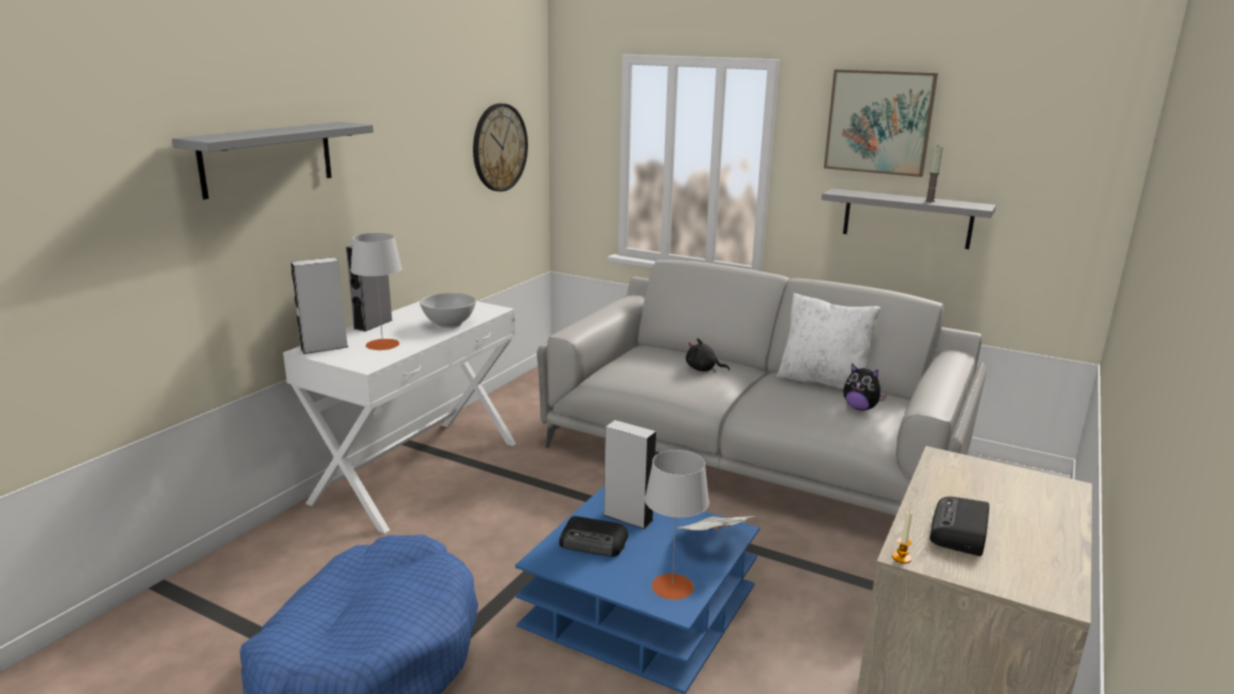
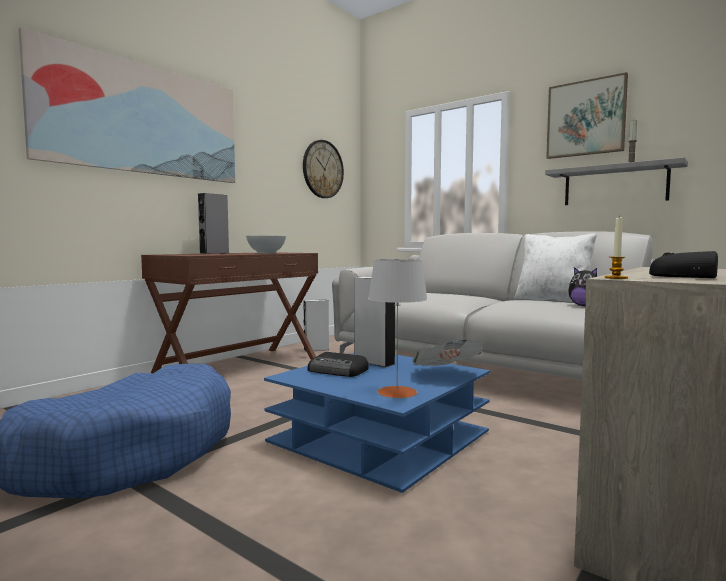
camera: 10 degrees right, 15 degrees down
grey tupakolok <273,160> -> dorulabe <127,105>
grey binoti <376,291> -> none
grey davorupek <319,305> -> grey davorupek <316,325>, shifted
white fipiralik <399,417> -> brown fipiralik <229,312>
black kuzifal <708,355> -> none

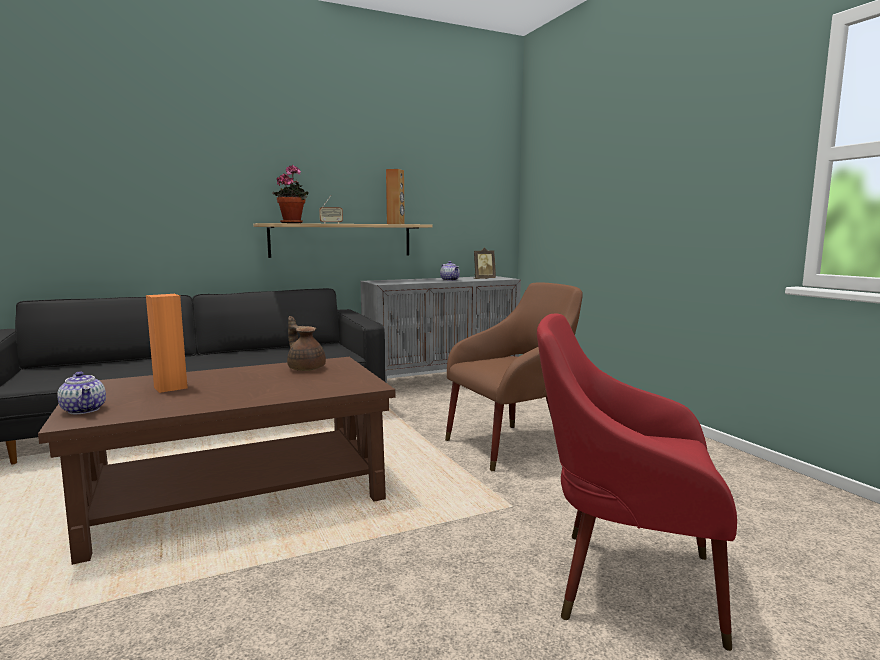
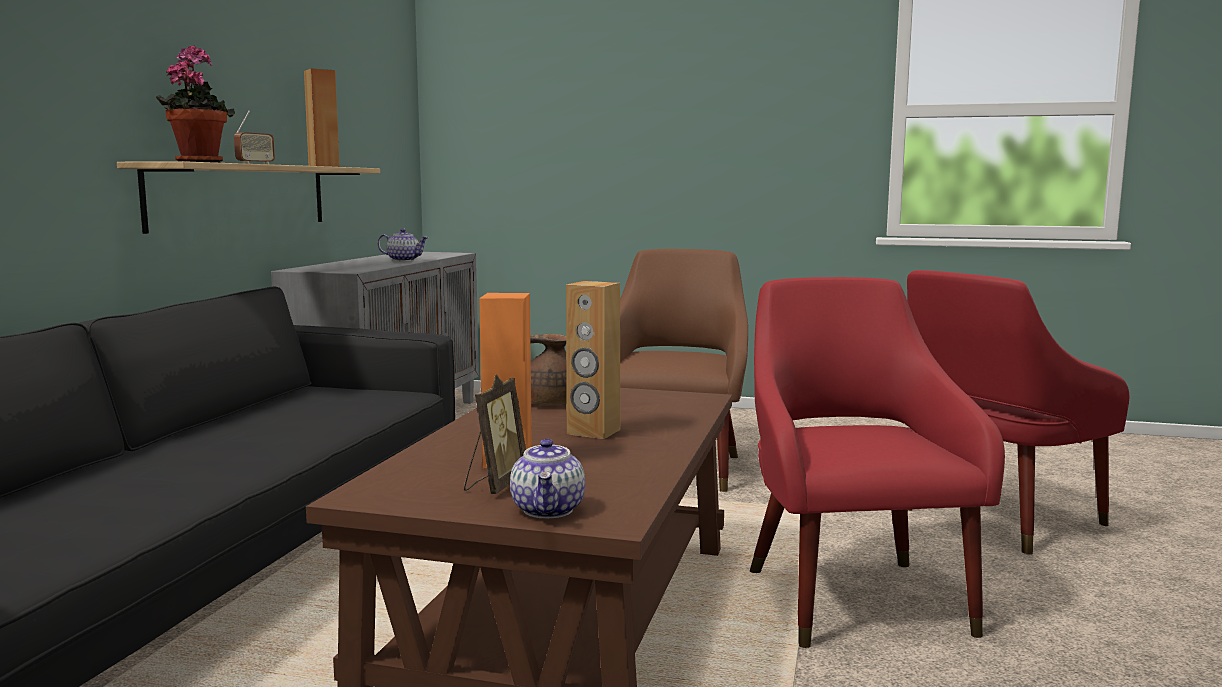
camera: 50 degrees left, 0 degrees up
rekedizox <485,263> -> rekedizox <495,434>, shifted
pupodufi <81,392> -> pupodufi <547,478>, 90 degrees clockwise
none -> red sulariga <877,462>
none -> brown davorupek <593,360>

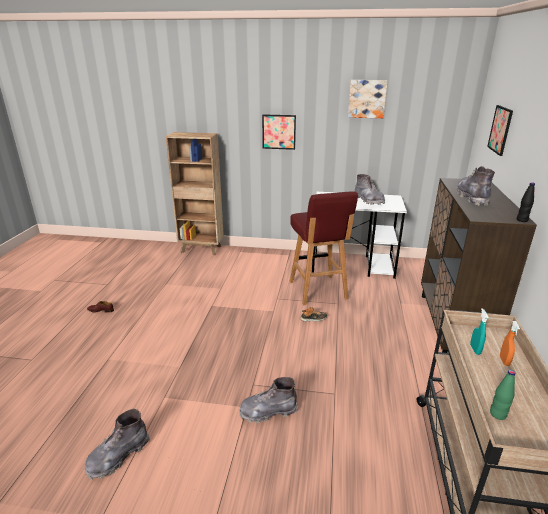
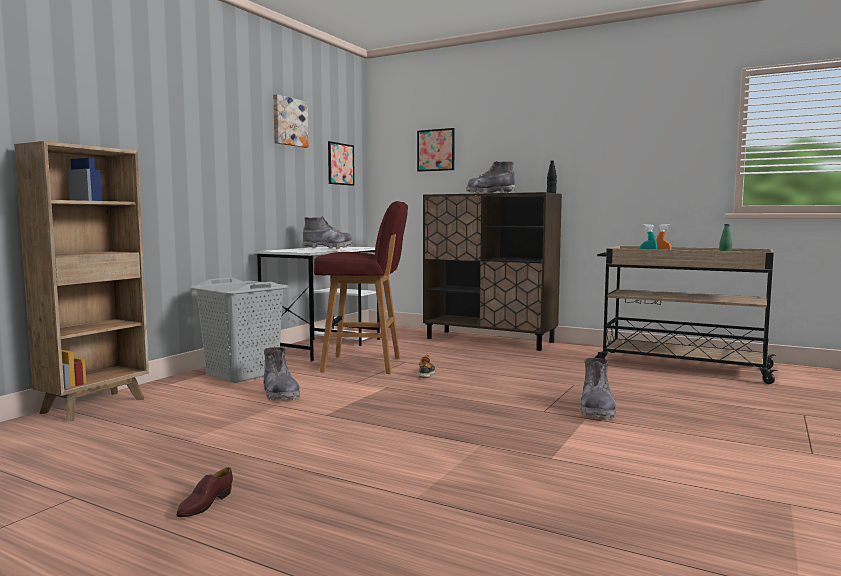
camera: 70 degrees left, 20 degrees down
dorulabe <279,132> -> dorulabe <341,163>, shifted
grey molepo <117,444> -> grey molepo <281,374>, shifted
none -> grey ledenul <239,330>

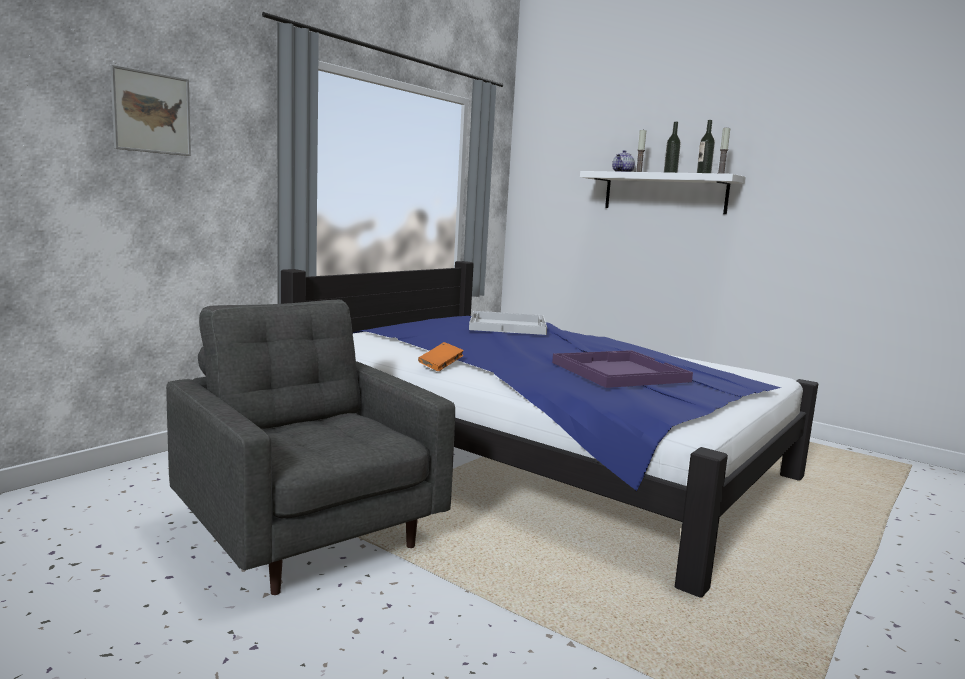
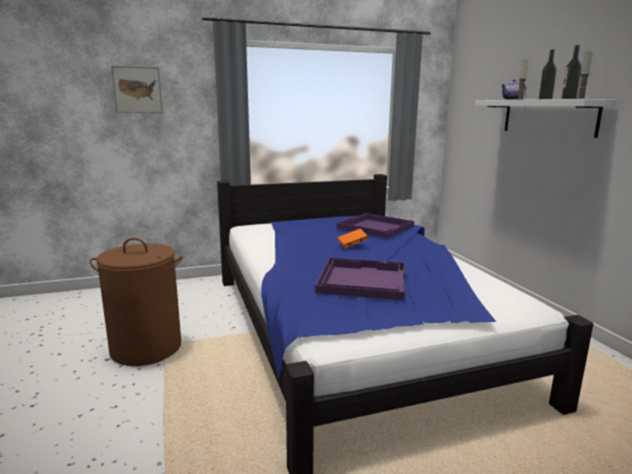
camera: 35 degrees right, 5 degrees up
grey sulariga <310,447> -> brown ledenul <136,302>
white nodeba <508,323> -> purple nodeba <375,226>
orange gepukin <441,356> -> orange gepukin <352,238>, shifted

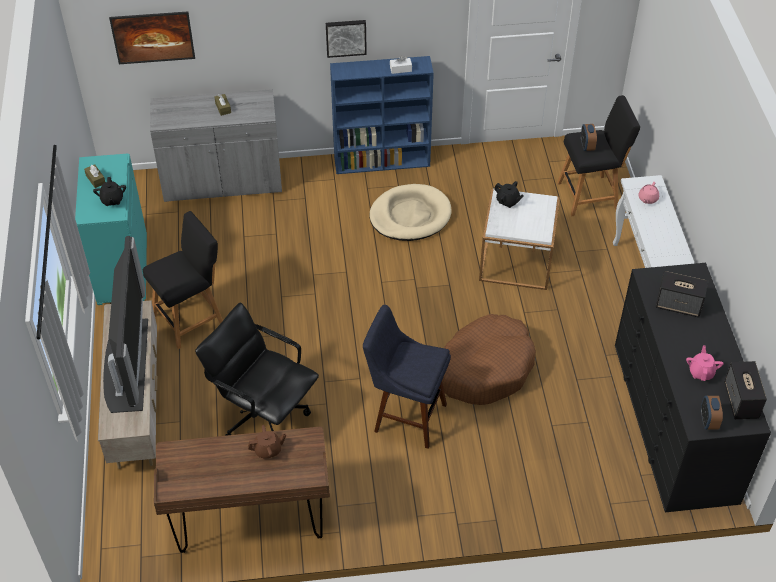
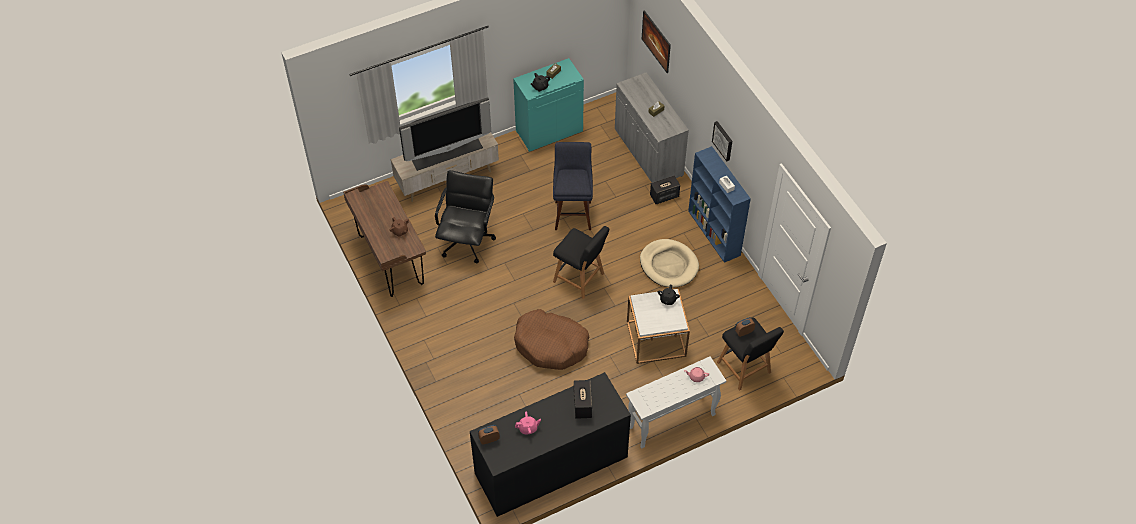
camera: 70 degrees right, 5 degrees up
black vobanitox <183,280> -> black vobanitox <581,262>, shifted
blue vobanitox <407,377> -> blue vobanitox <573,186>, shifted
davorupek <745,390> -> davorupek <665,190>, shifted

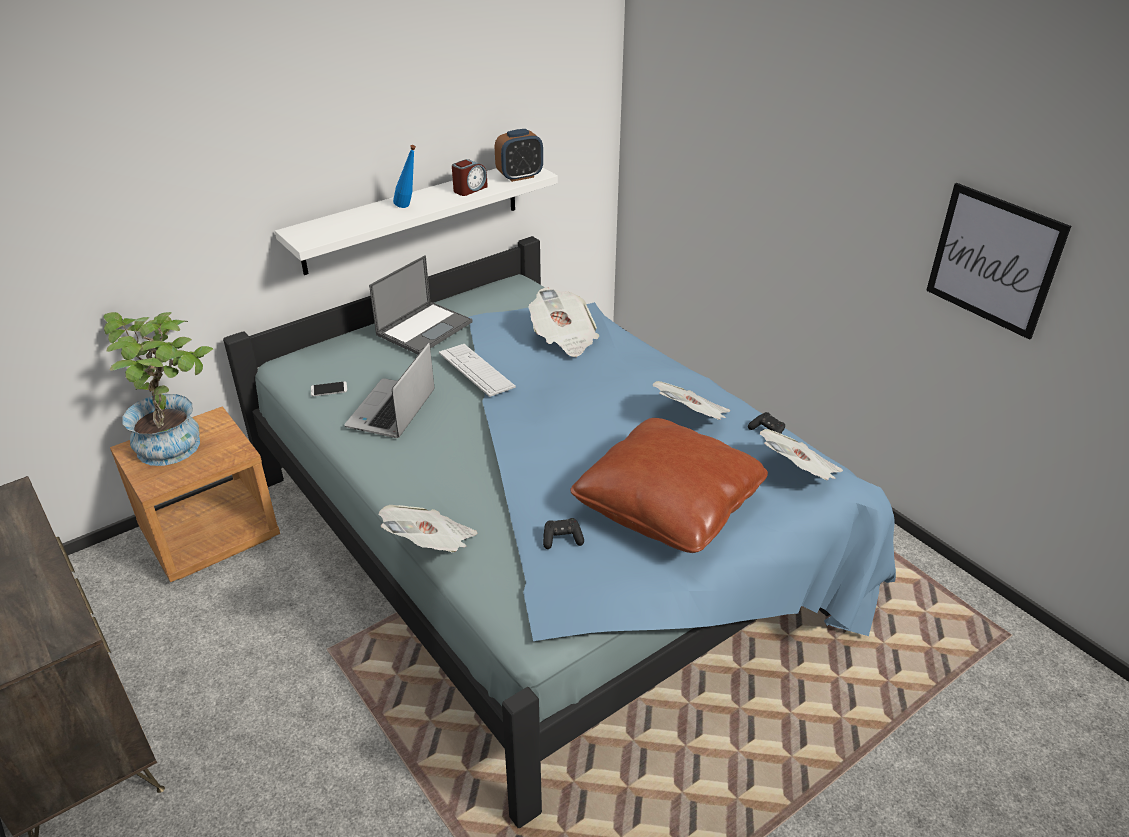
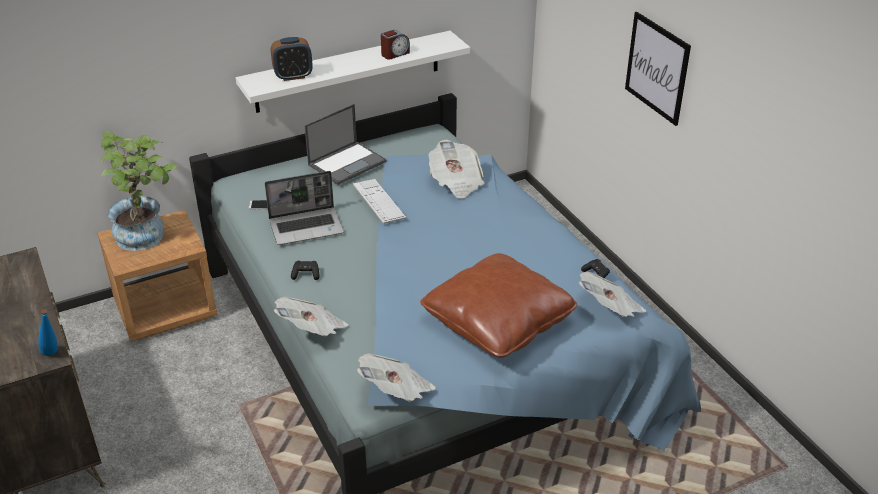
camera: 10 degrees right, 0 degrees up
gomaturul <519,155> -> gomaturul <292,59>, shifted
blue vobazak <404,176> -> blue vobazak <48,332>, shifted
dorulabe <998,261> -> dorulabe <658,69>, shifted
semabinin <389,390> -> semabinin <304,208>, 135 degrees counterclockwise
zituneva <692,400> -> zituneva <396,377>, shifted
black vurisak <563,533> -> black vurisak <305,270>, shifted

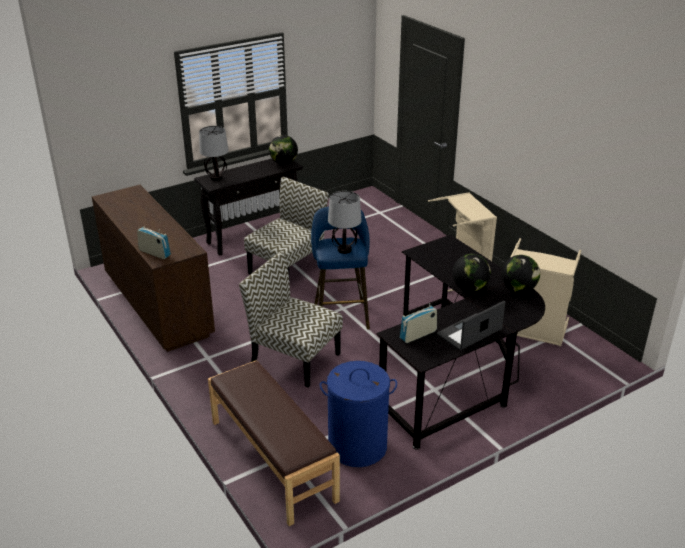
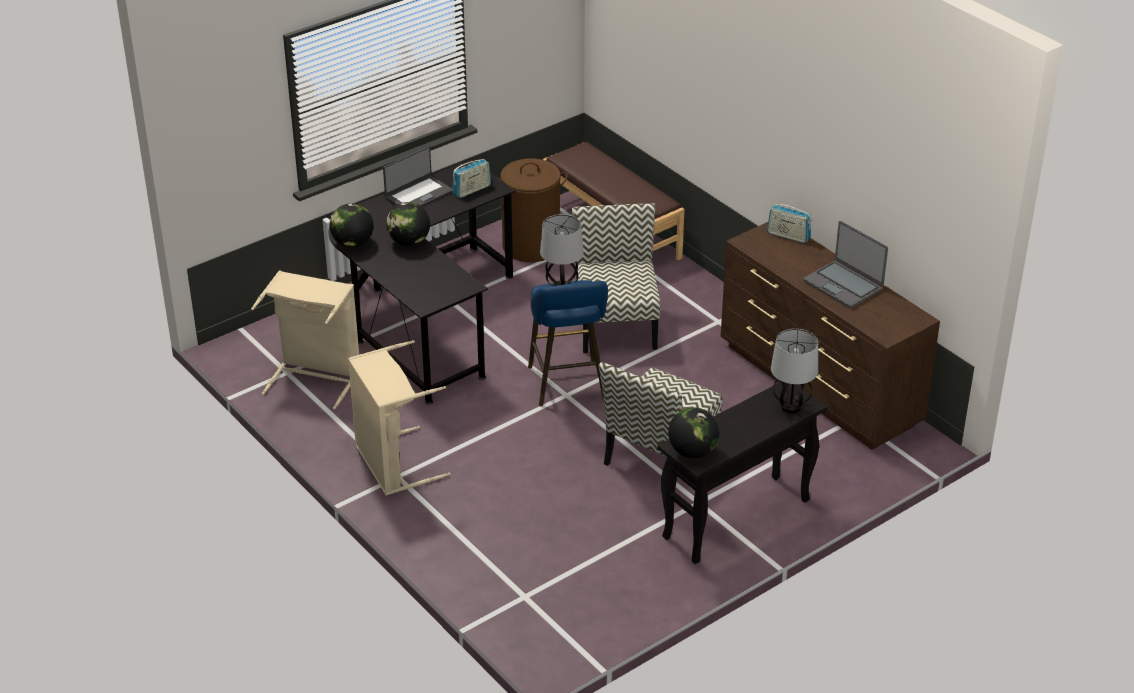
camera: 175 degrees right, 5 degrees up
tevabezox <291,320> -> tevabezox <616,278>, 120 degrees counterclockwise
blue ledenul <358,414> -> brown ledenul <533,210>
none -> semabinin <845,264>

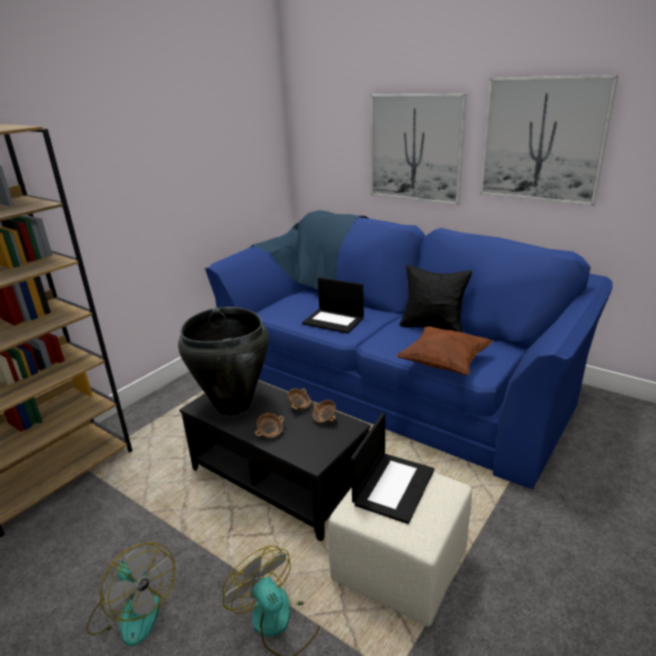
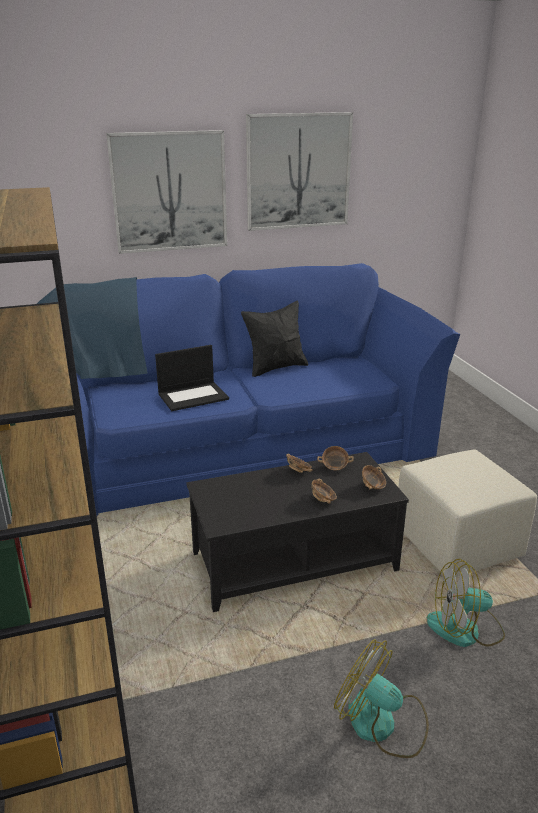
camera: 55 degrees left, 0 degrees up
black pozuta <223,361> -> none
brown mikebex <444,351> -> none
semabinin <392,468> -> none
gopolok <130,594> -> gopolok <381,698>, 135 degrees counterclockwise
none -> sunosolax <374,477>

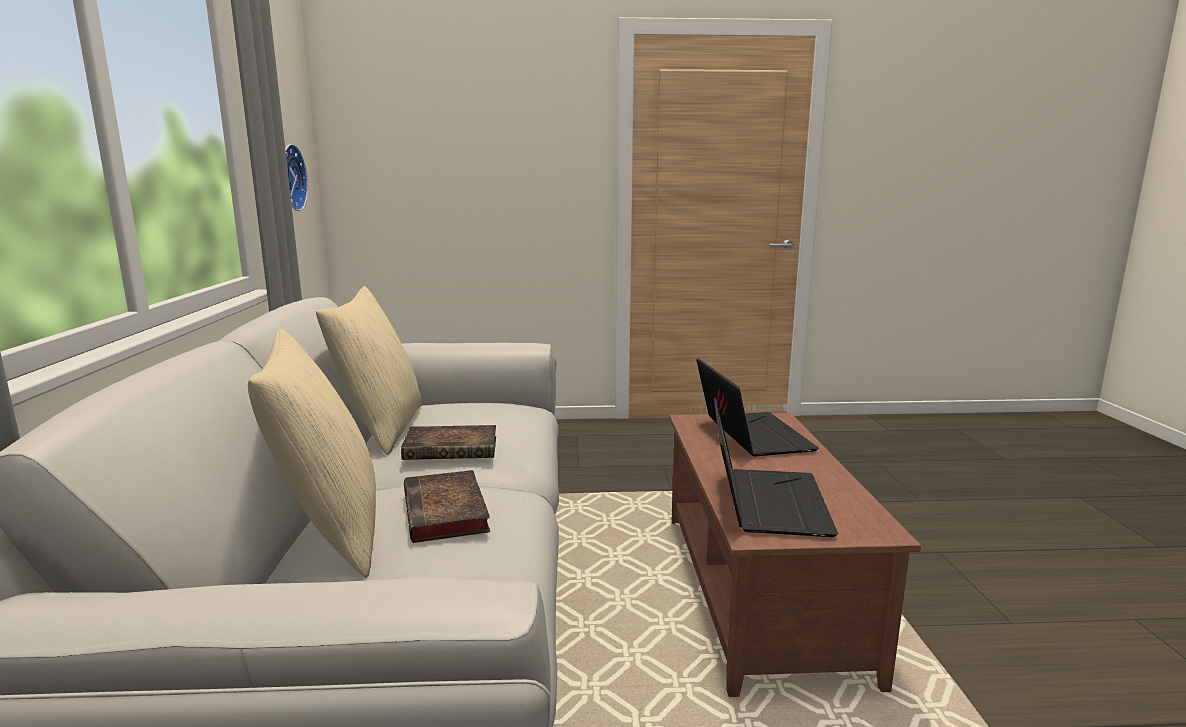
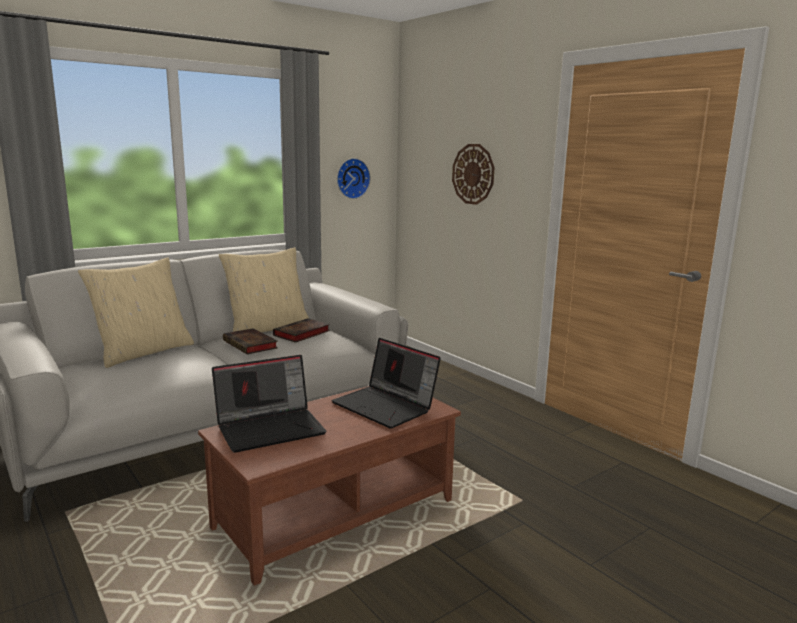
camera: 55 degrees right, 0 degrees up
semabinin <757,407> -> semabinin <386,383>, 90 degrees clockwise
gepukin <447,506> -> gepukin <301,330>, shifted
none -> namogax <473,174>

